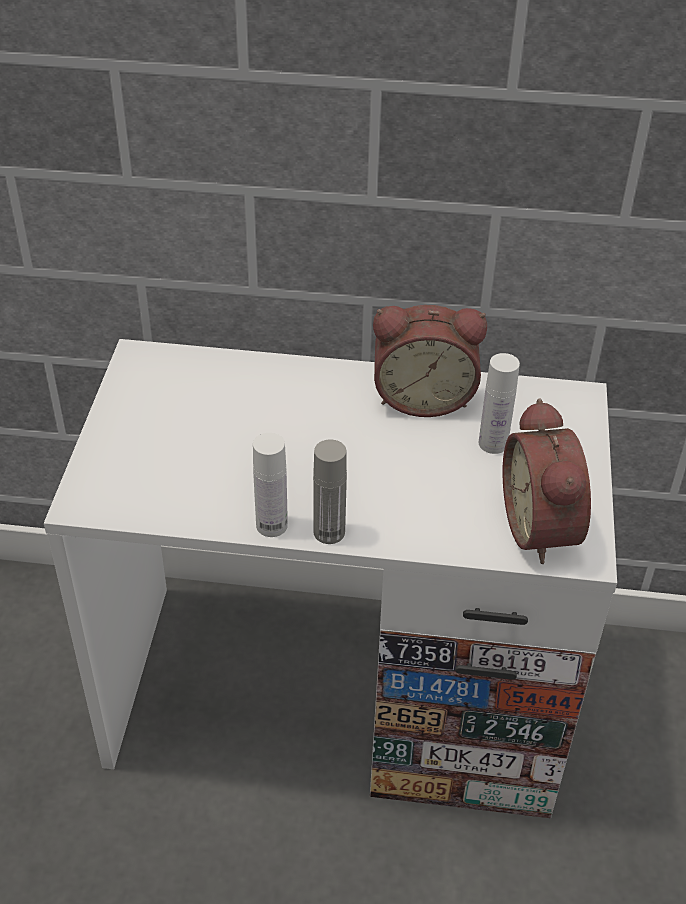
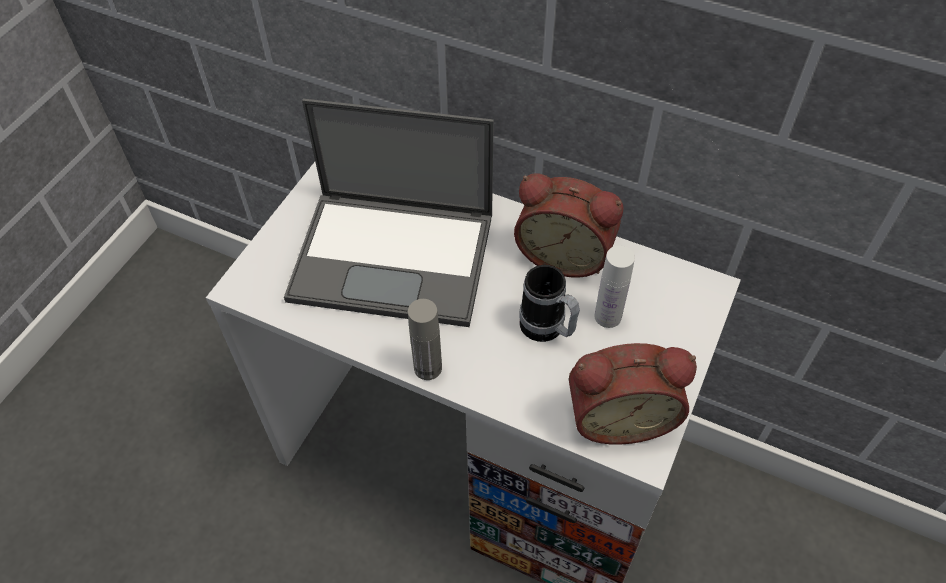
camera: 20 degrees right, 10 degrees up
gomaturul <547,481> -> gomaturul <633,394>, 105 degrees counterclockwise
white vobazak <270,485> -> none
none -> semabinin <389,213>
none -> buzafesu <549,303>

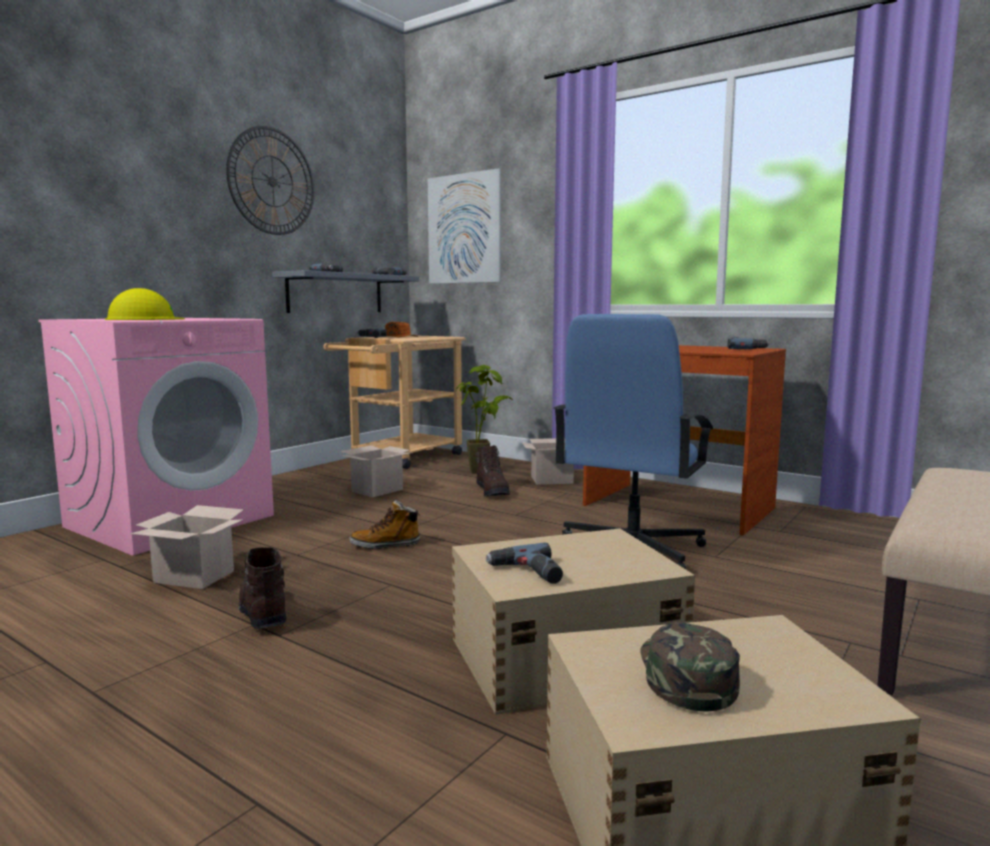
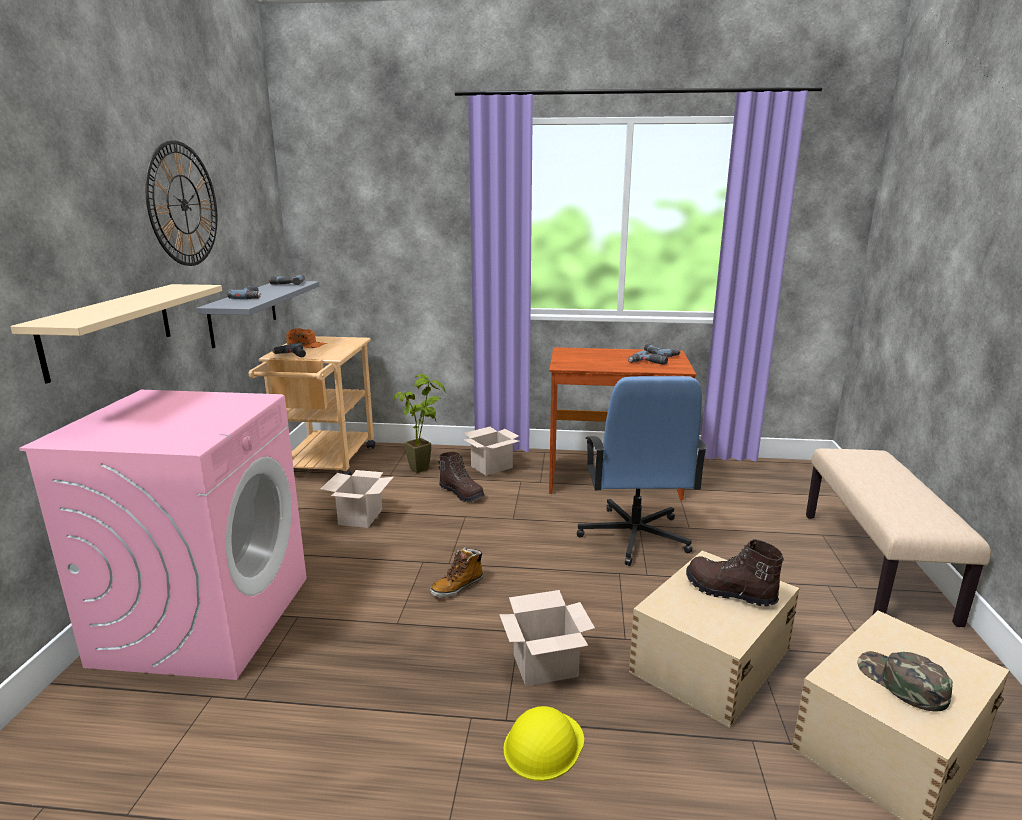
camera: 30 degrees left, 10 degrees up
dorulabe <464,226> -> none
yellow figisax <145,304> -> yellow figisax <544,743>, shifted
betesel <187,547> -> betesel <547,638>, shifted
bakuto <524,563> -> bakuto <648,357>, shifted
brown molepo <262,588> -> brown molepo <735,573>, shifted
none -> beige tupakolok <116,334>

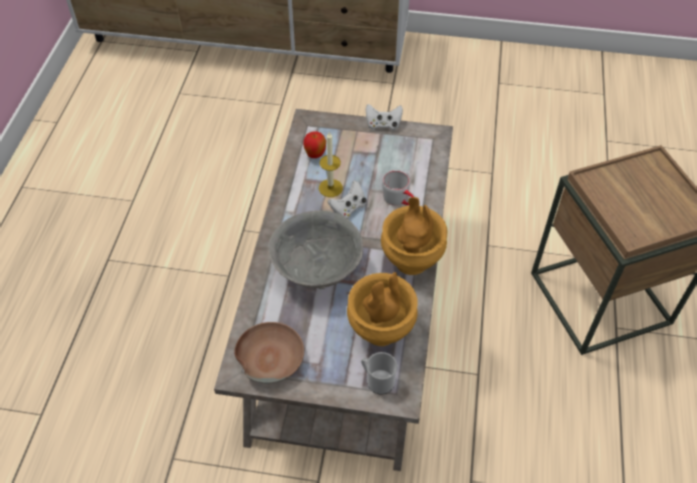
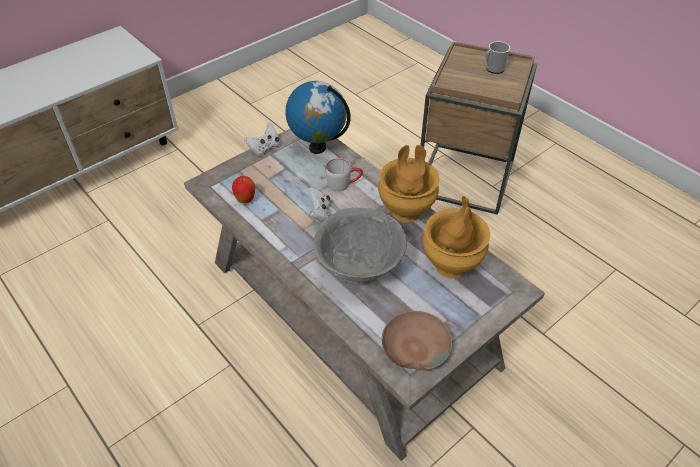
camera: 50 degrees left, 5 degrees down
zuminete <331,164> -> none
buzafesu <379,373> -> buzafesu <497,57>, shifted
none -> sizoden <317,117>

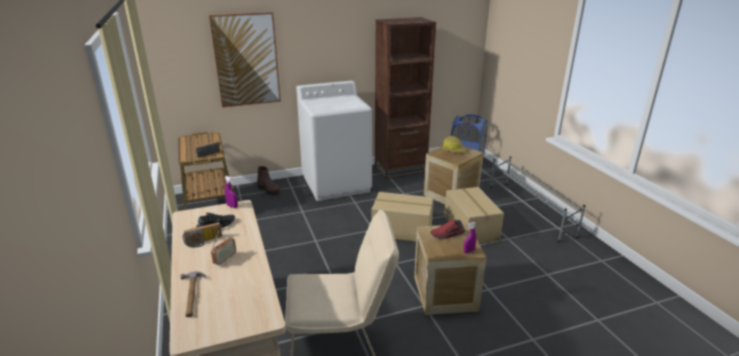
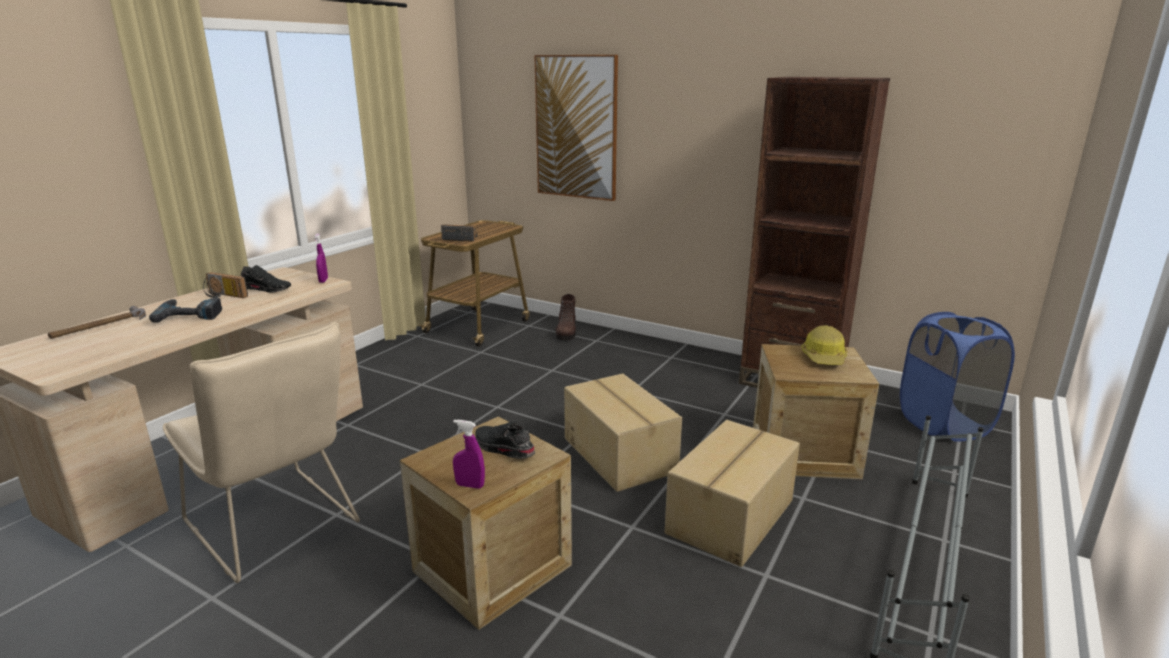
camera: 50 degrees right, 5 degrees down
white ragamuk <334,141> -> none
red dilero <447,229> -> black dilero <505,440>
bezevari <223,248> -> bakuto <185,310>

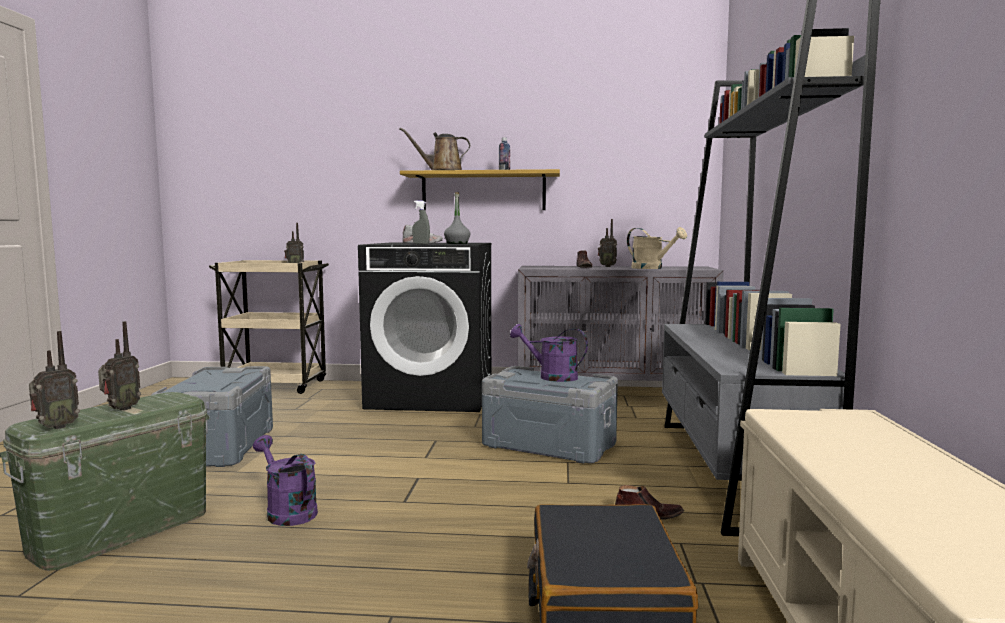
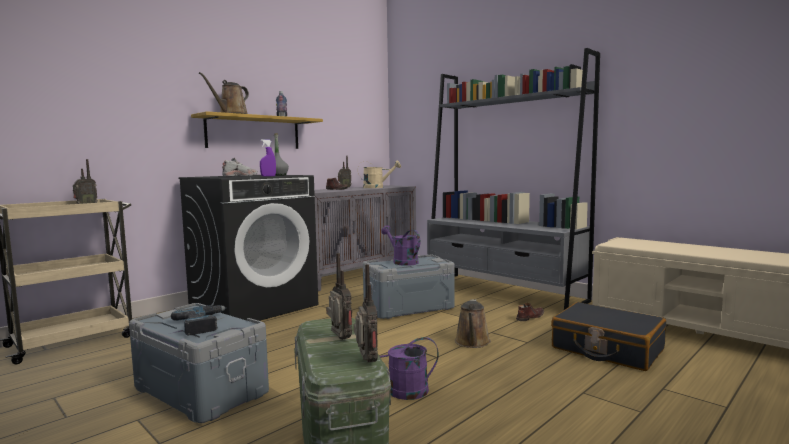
camera: 50 degrees left, 0 degrees up
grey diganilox <421,222> -> purple diganilox <268,157>
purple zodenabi <549,353> -> purple zodenabi <400,245>, 75 degrees clockwise
none -> brown zodenabi <473,323>
none -> bakuto <199,320>

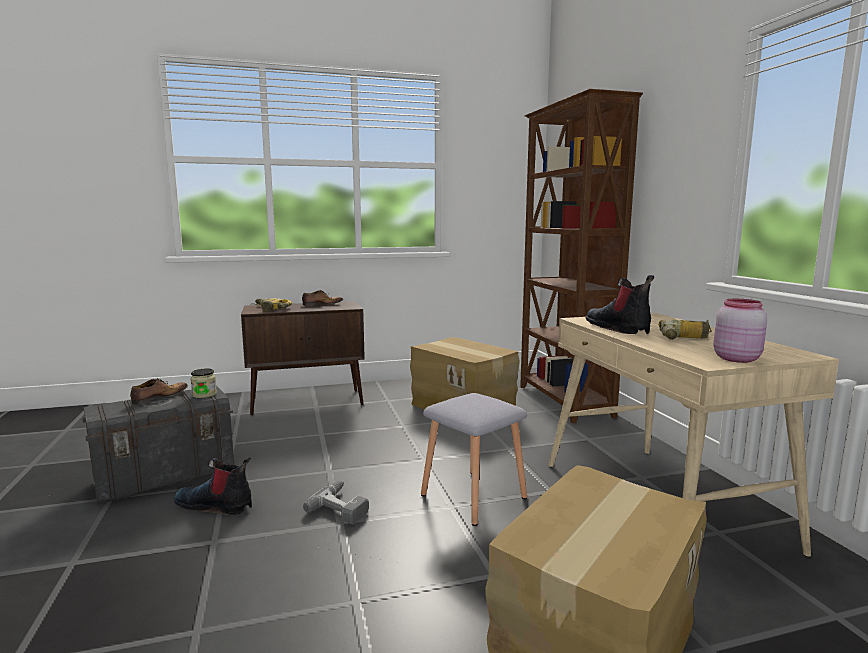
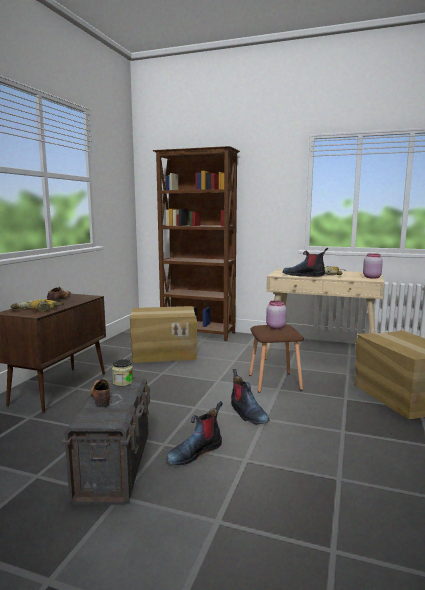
camera: 55 degrees left, 0 degrees up
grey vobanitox <474,459> -> brown vobanitox <276,359>
bakuto <336,503> -> molepo <250,397>
none -> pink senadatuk <276,314>

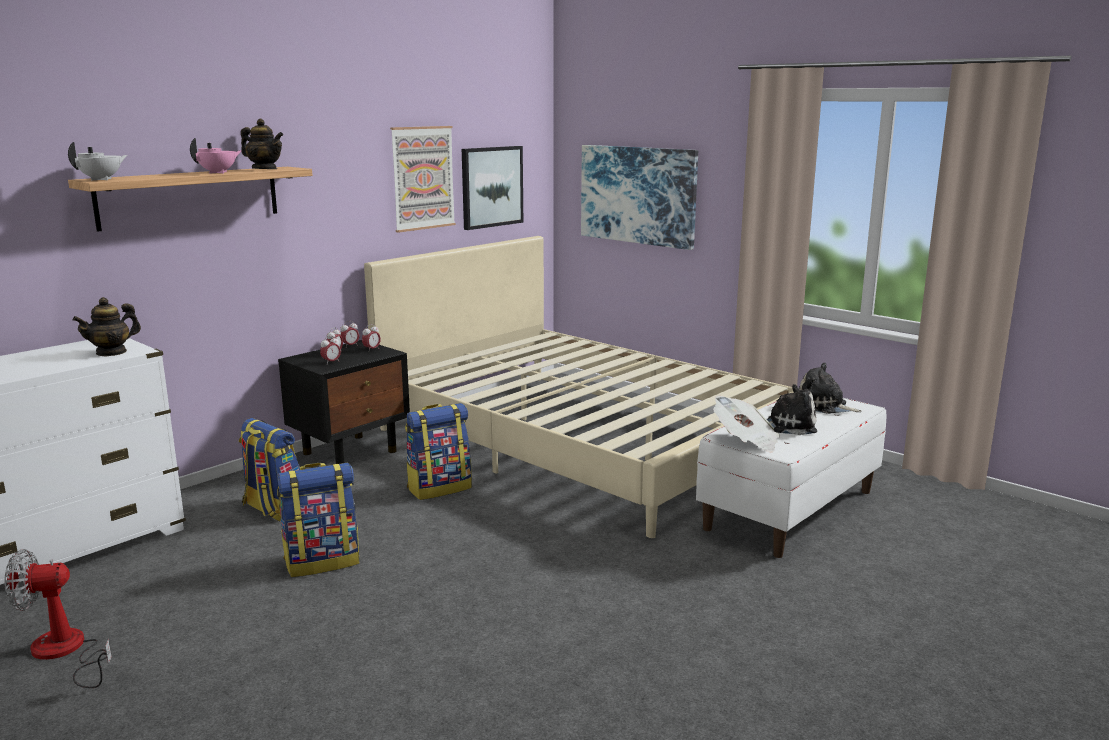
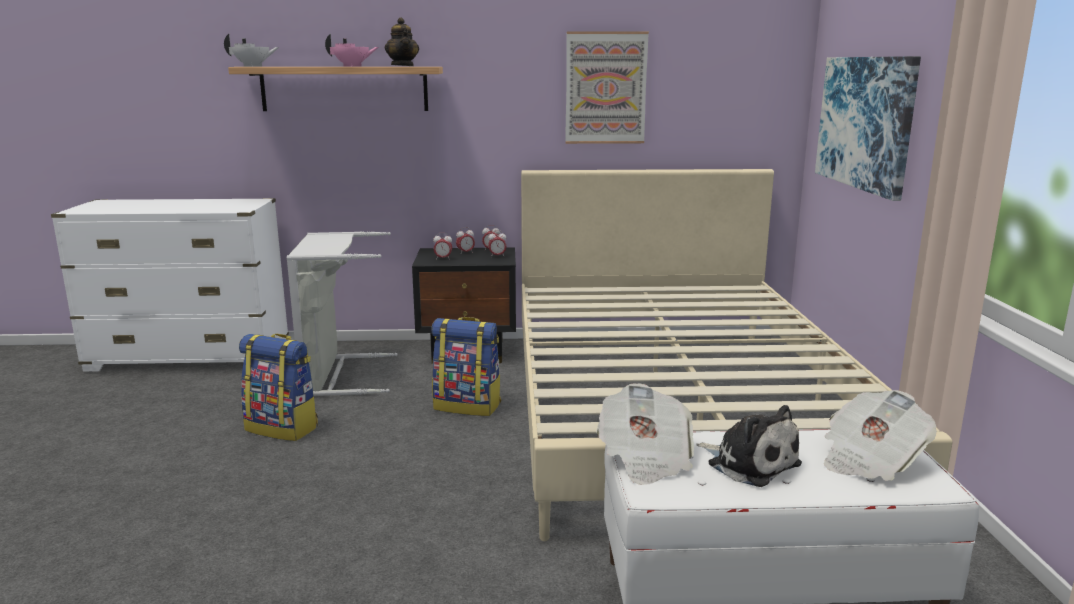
camera: 45 degrees right, 0 degrees up
dorulabe <492,188> -> none
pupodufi <107,326> -> none
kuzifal <830,388> -> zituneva <880,435>
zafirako <269,469> -> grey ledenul <342,313>
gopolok <58,618> -> none

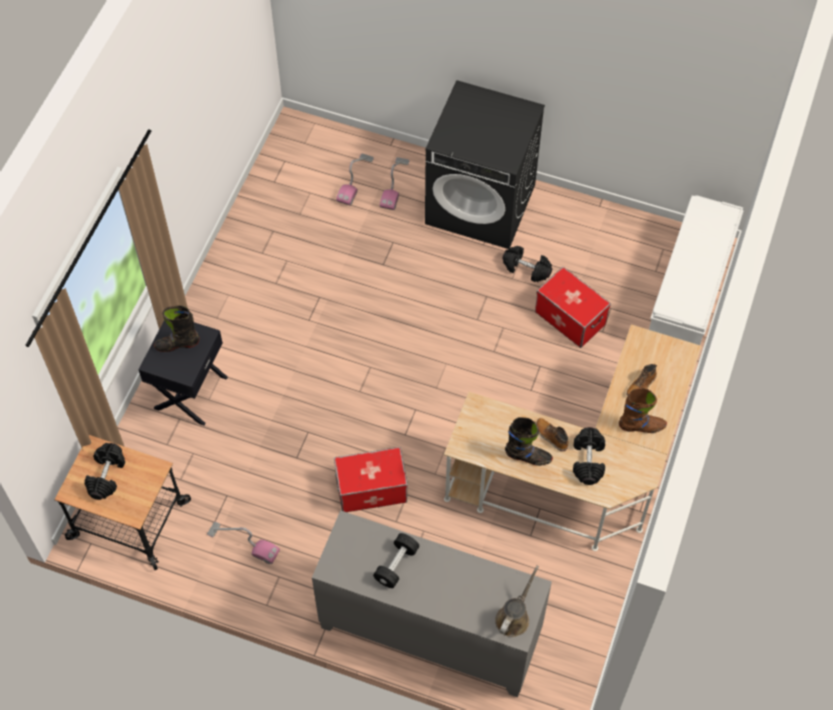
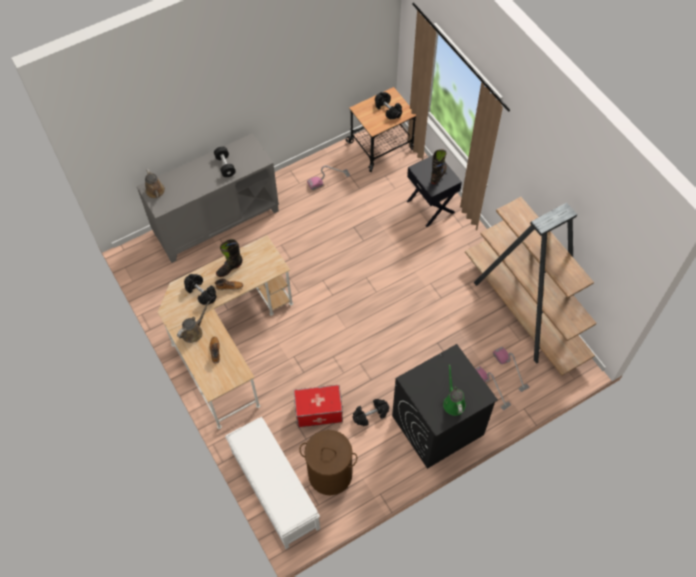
camera: 130 degrees right, 0 degrees up
brown molepo <643,410> -> brown zodenabi <193,322>
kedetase <371,479> -> none
none -> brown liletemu <531,286>
none -> green zodenabi <454,390>
none -> brown ledenul <328,462>

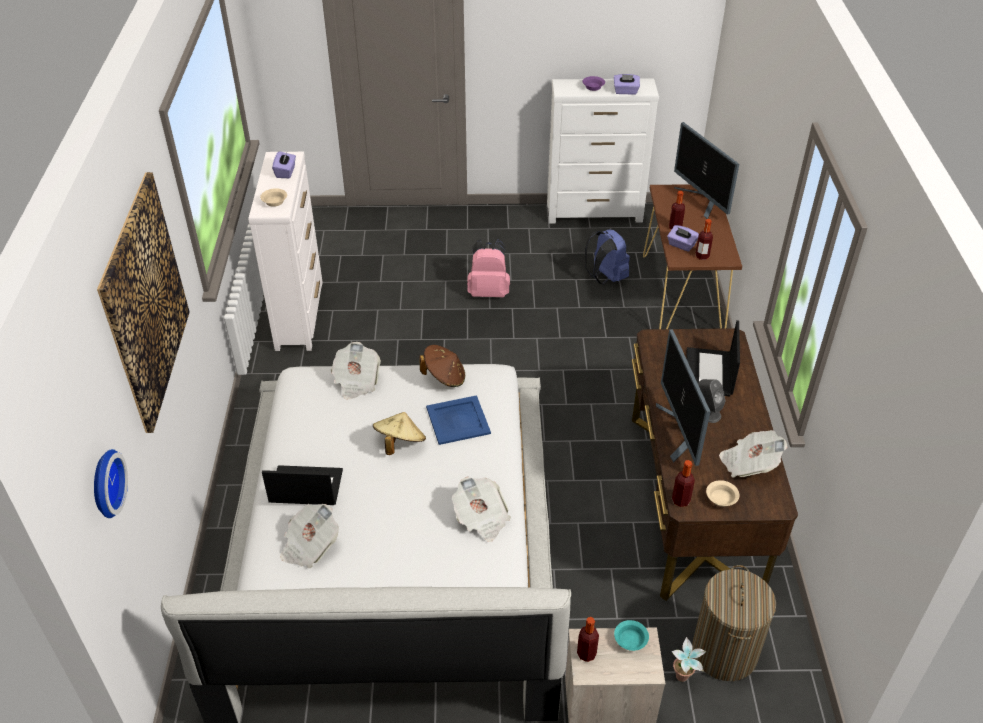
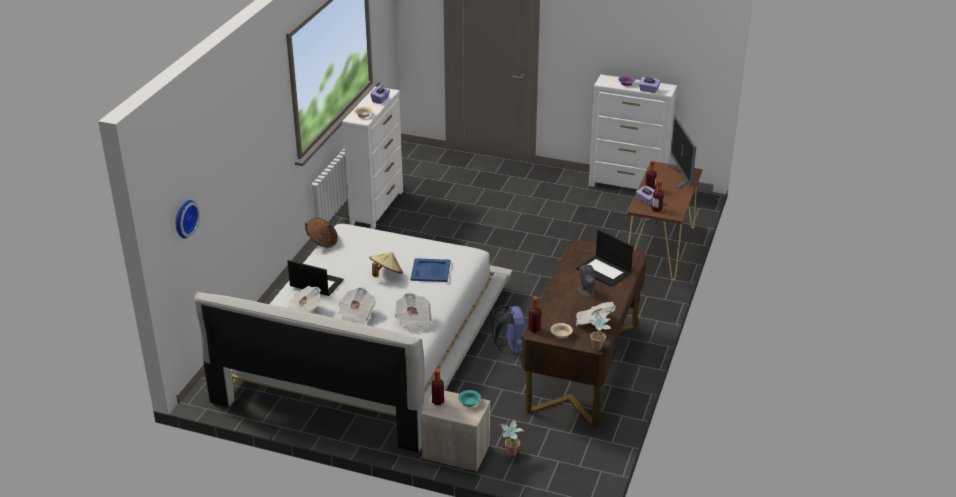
camera: 20 degrees right, 10 degrees down
dorulabe <143,302> -> none
blue zafirako <607,256> -> blue zafirako <508,329>, shifted
pink zafirako <488,268> -> none
semabinin <713,358> -> semabinin <604,258>, 75 degrees counterclockwise
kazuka <683,397> -> none
zituneva <356,371> -> zituneva <357,306>, shifted
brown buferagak <442,366> -> brown buferagak <321,232>, shifted
ledenul <734,623> -> none
none -> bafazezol <600,330>

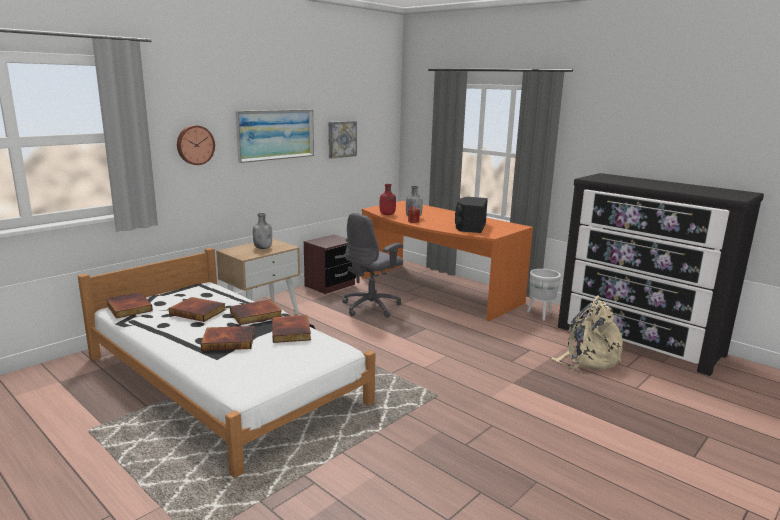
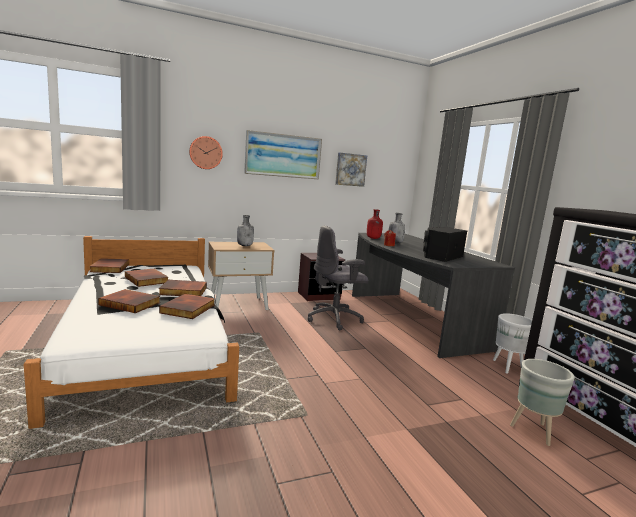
camera: 25 degrees right, 5 degrees down
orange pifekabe <447,261> -> grey pifekabe <433,295>
beige zafirako <587,332> -> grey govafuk <542,402>

